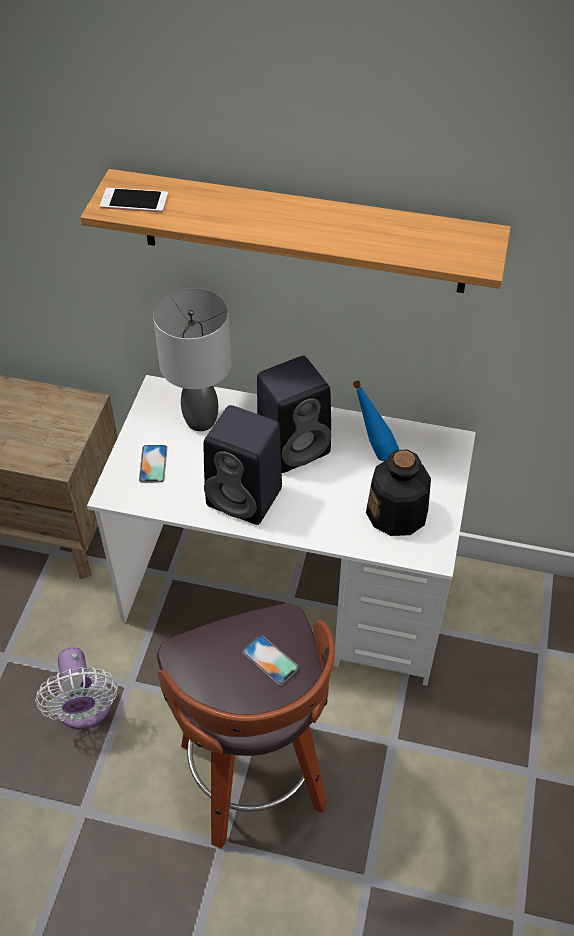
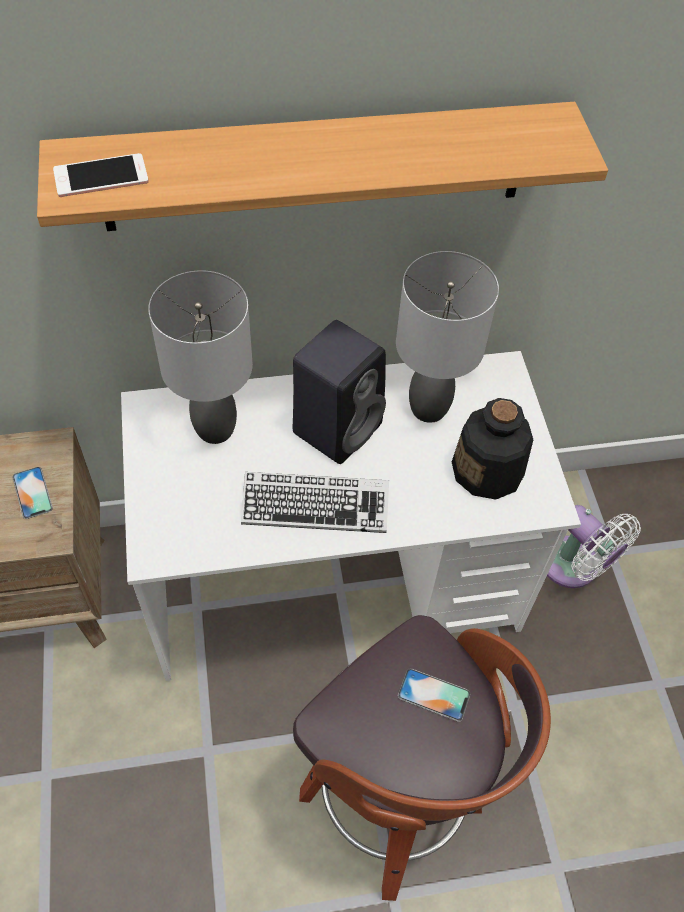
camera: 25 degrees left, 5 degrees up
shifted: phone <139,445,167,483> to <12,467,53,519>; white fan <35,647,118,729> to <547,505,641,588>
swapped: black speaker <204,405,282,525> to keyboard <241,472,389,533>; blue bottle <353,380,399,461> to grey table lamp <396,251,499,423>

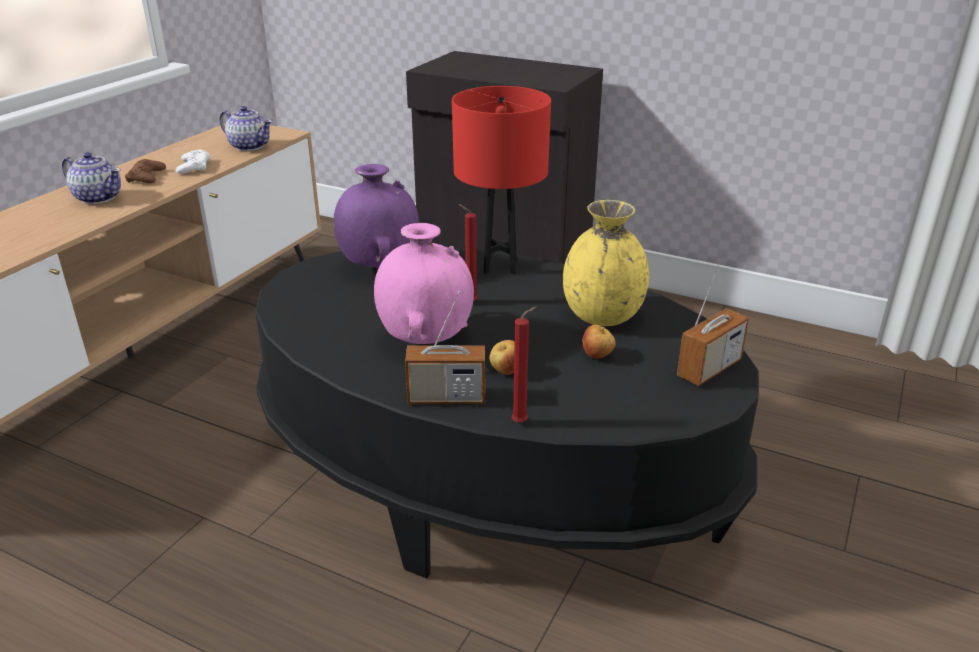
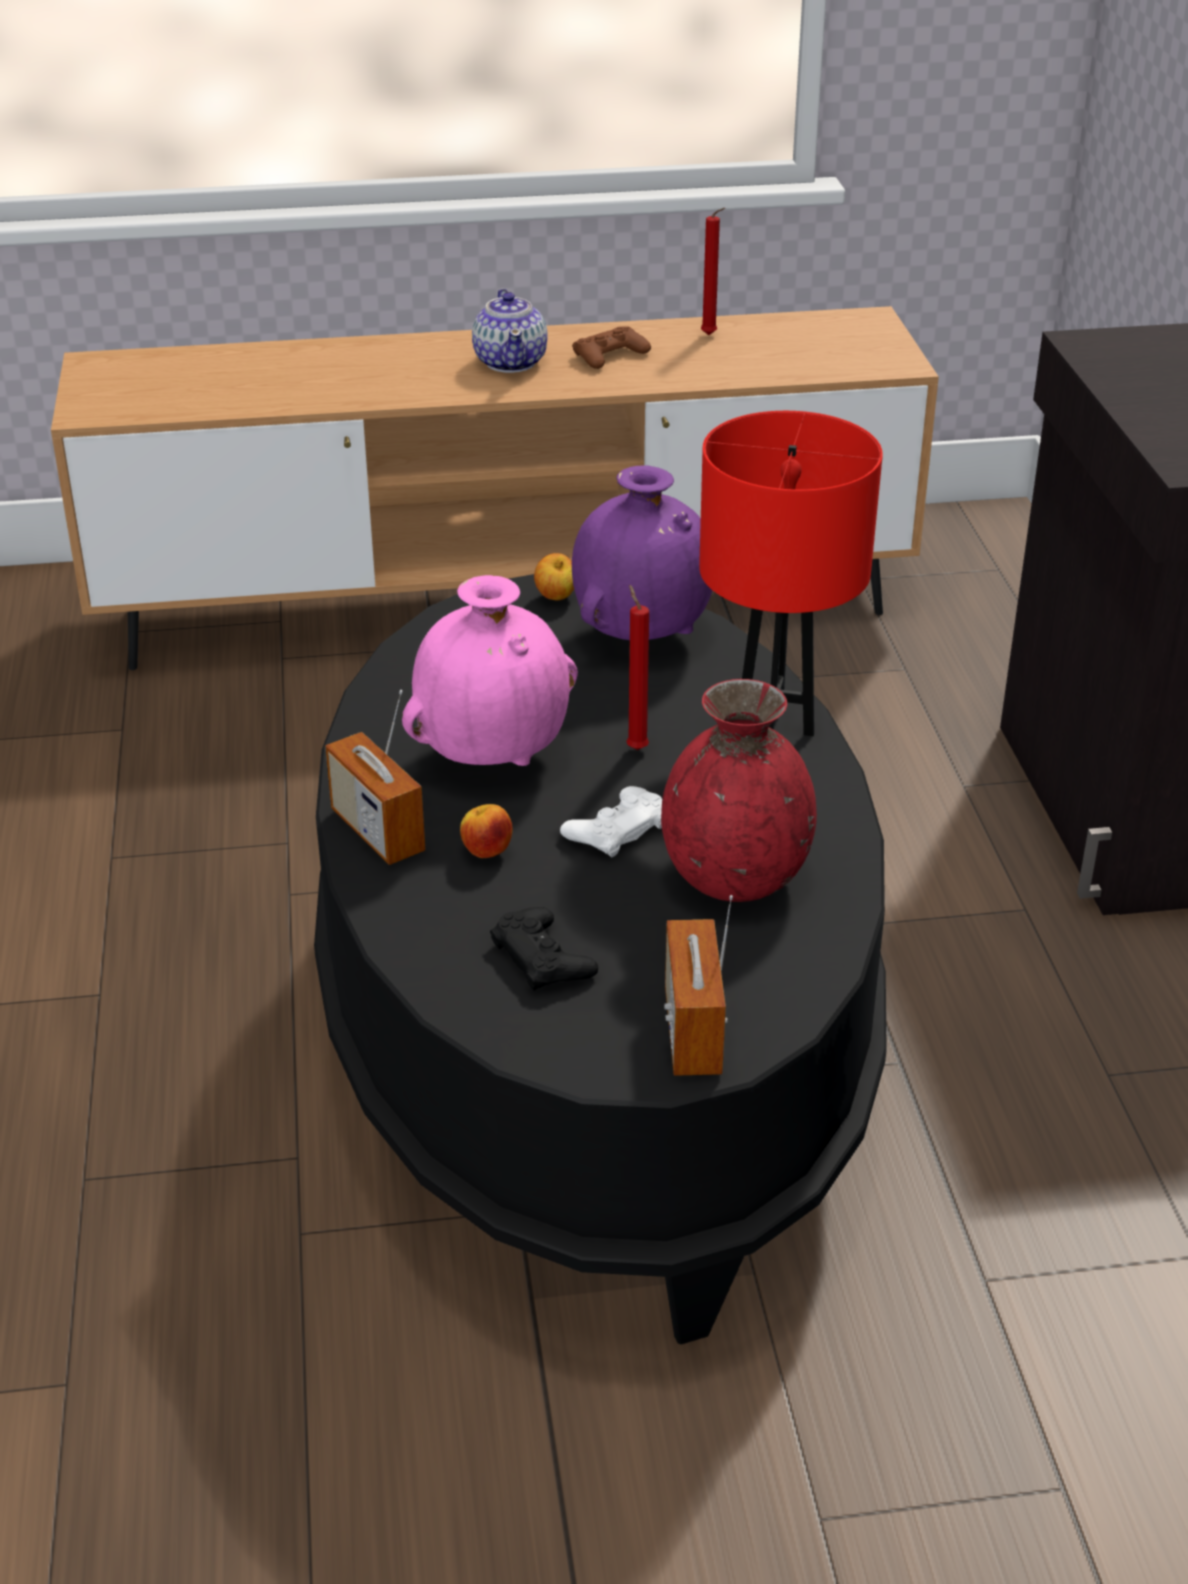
camera: 55 degrees right, 5 degrees up
gone: teapot <219,106,272,151>
new: black game controller <490,907,598,991>
shifted: apple <582,325,616,358> to <534,553,574,601>; white game controller <176,150,210,174> to <560,786,662,857>; red candle <512,307,536,423> to <701,208,725,335>
repainted: yellow vase <563,200,649,326> to red vase <661,679,817,902>
rotated: radio <677,264,749,386> = <664,895,733,1075> 75 degrees clockwise

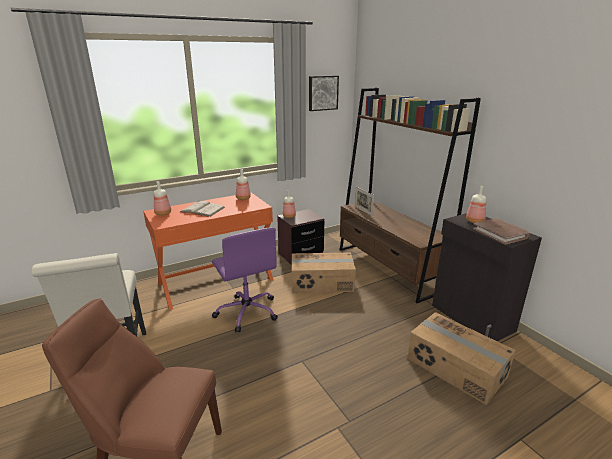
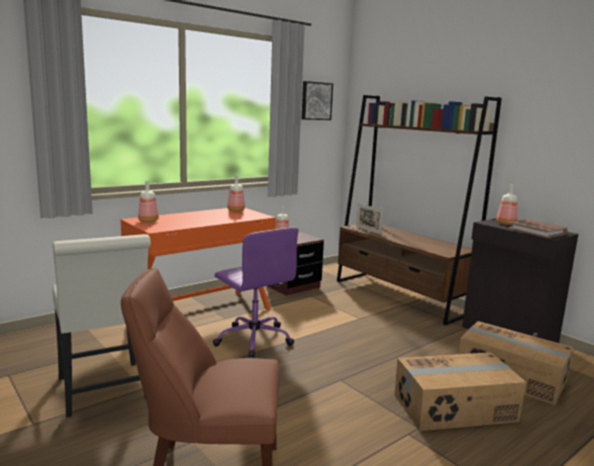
camera: 10 degrees left, 10 degrees down
gone: white book <180,200,225,217>
shifted: cardboard box <292,253,356,293> to <395,352,526,431>

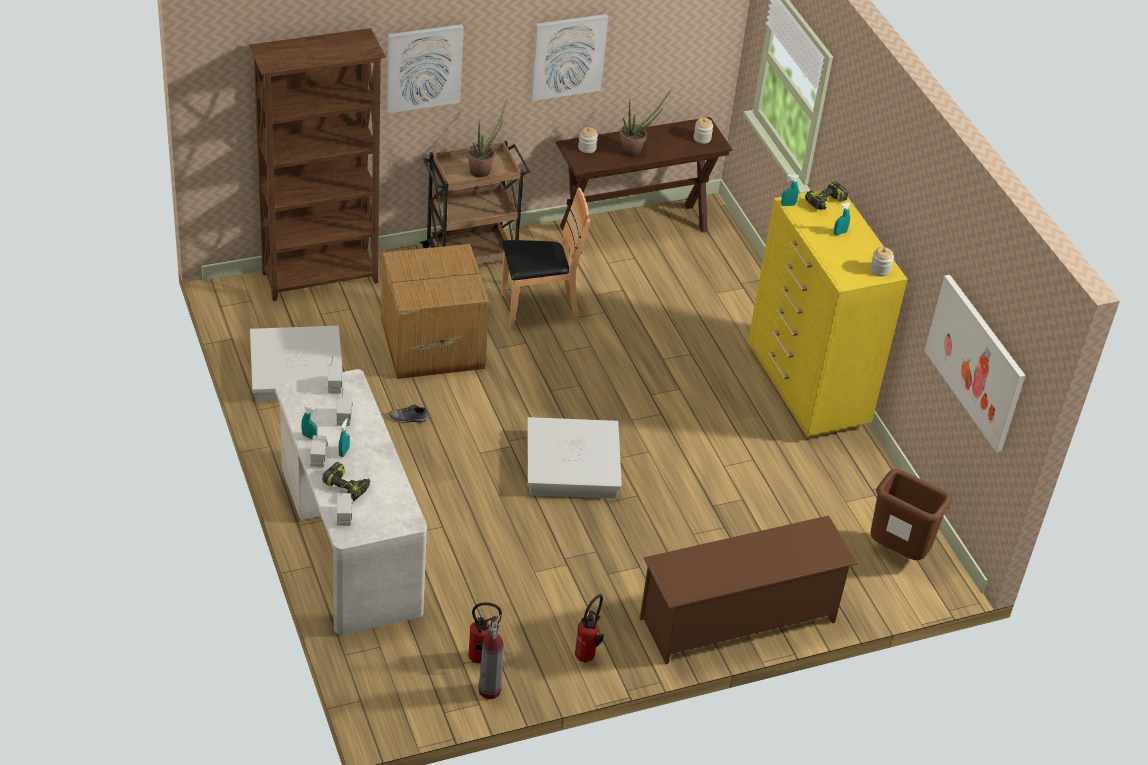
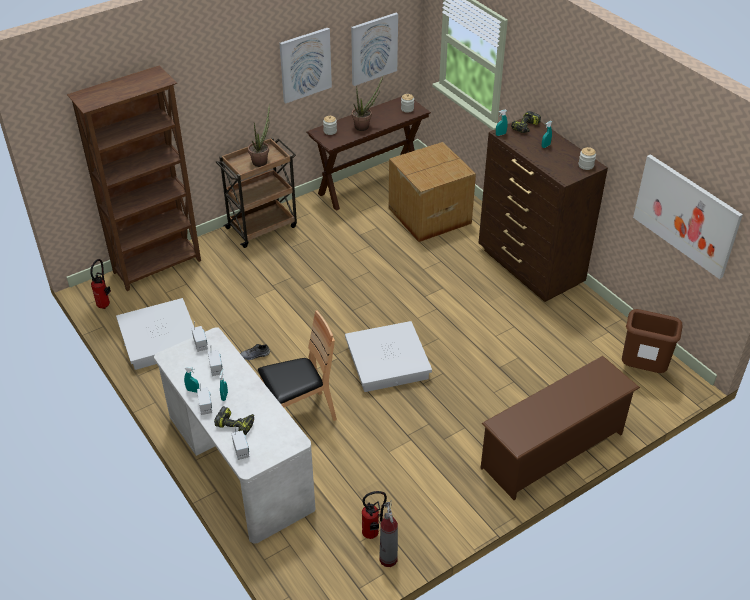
camera: 10 degrees left, 0 degrees up
shifted: fire extinguisher <575,594,604,663> to <90,259,111,309>; brown chair <501,187,590,330> to <258,310,337,421>; picture <387,24,464,113> to <351,13,398,86>; cardboard box <381,244,489,379> to <389,142,476,242>
repainted: yellow dresser <748,189,907,438> to brown dresser <479,118,608,302>

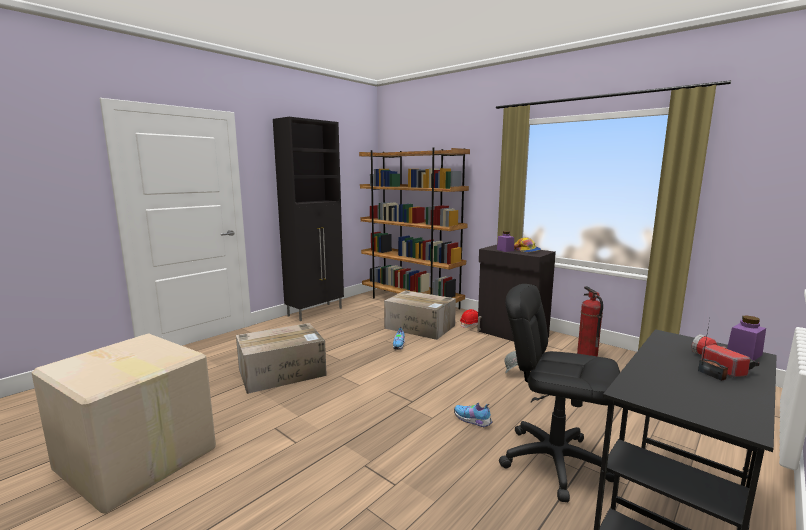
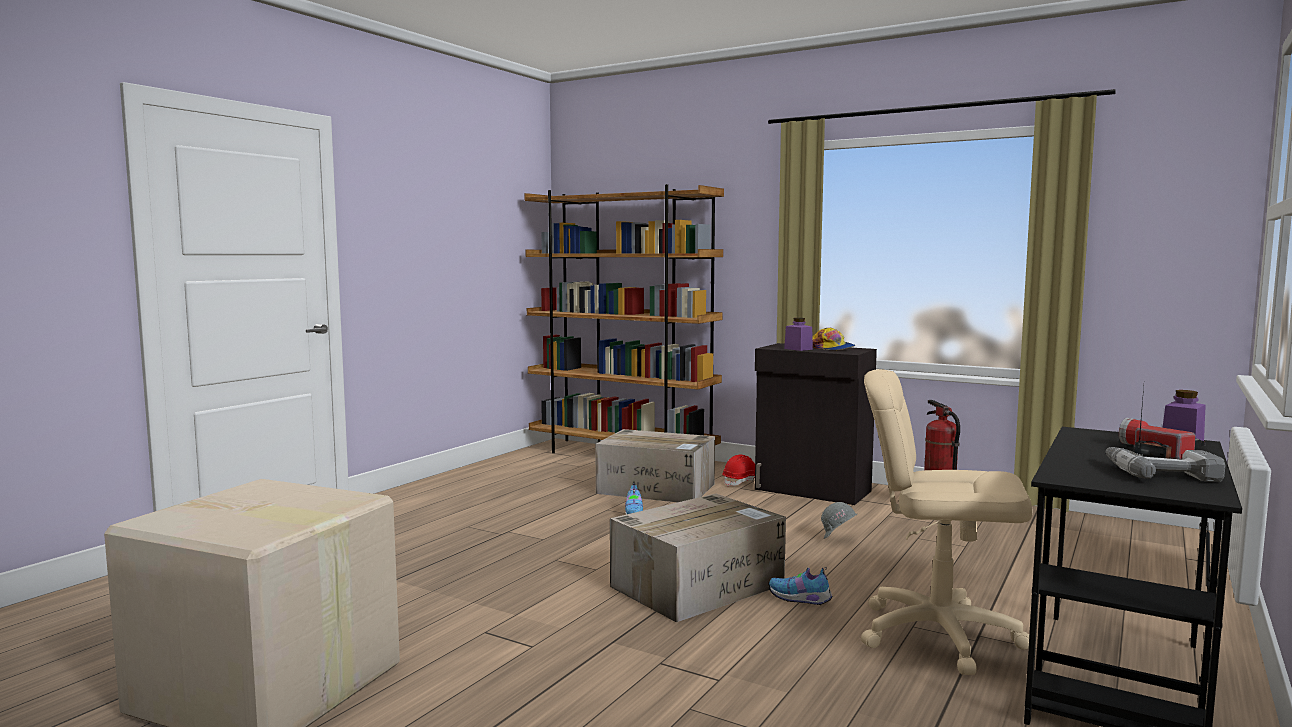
camera: 10 degrees left, 5 degrees down
gone: black cabinet <273,117,344,321>
new: power drill <1106,447,1225,482>
shifted: cardboard box <236,323,327,394> to <610,494,786,622>
repainted: black office chair <499,284,620,502> to beige office chair <861,369,1032,675>

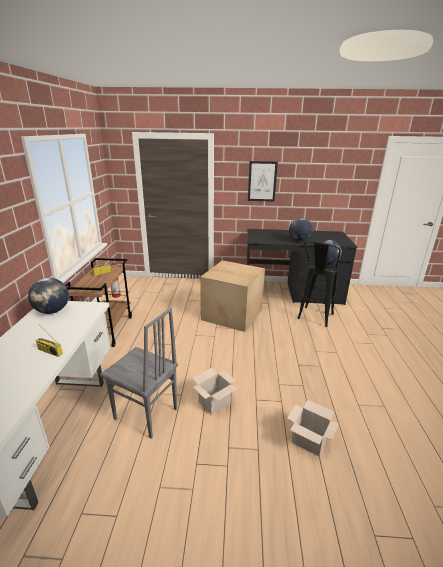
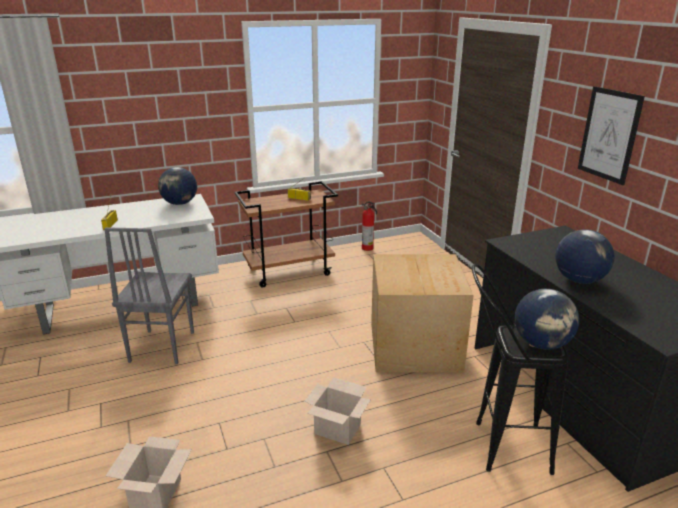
camera: 65 degrees right, 0 degrees up
shifted: cardboard box <193,368,238,415> to <304,377,371,445>

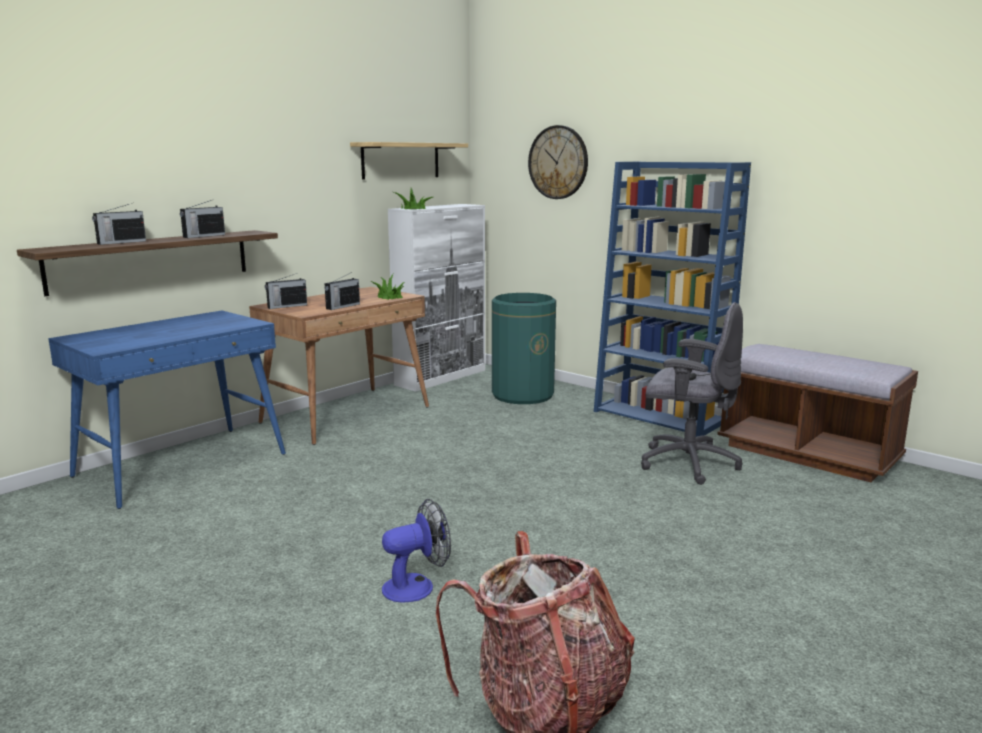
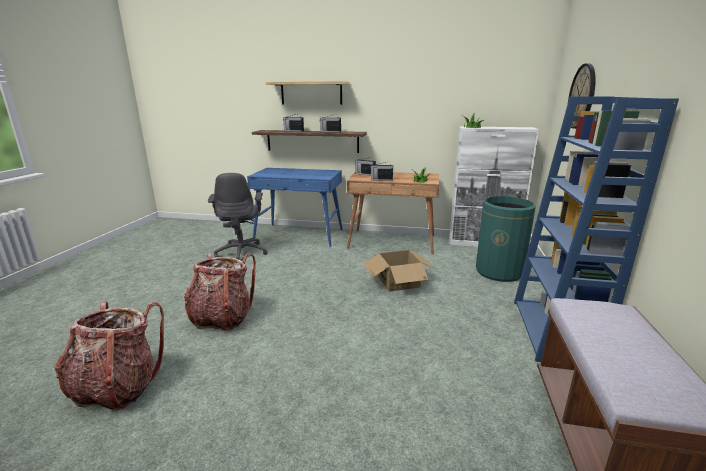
camera: 60 degrees right, 5 degrees up
new: cardboard box <363,250,437,292>
shifted: grey office chair <641,302,743,485> to <208,173,268,261>; shelf <350,142,468,180> to <266,81,350,105>
swapped: fan <382,499,451,603> to backpack <184,253,256,331>

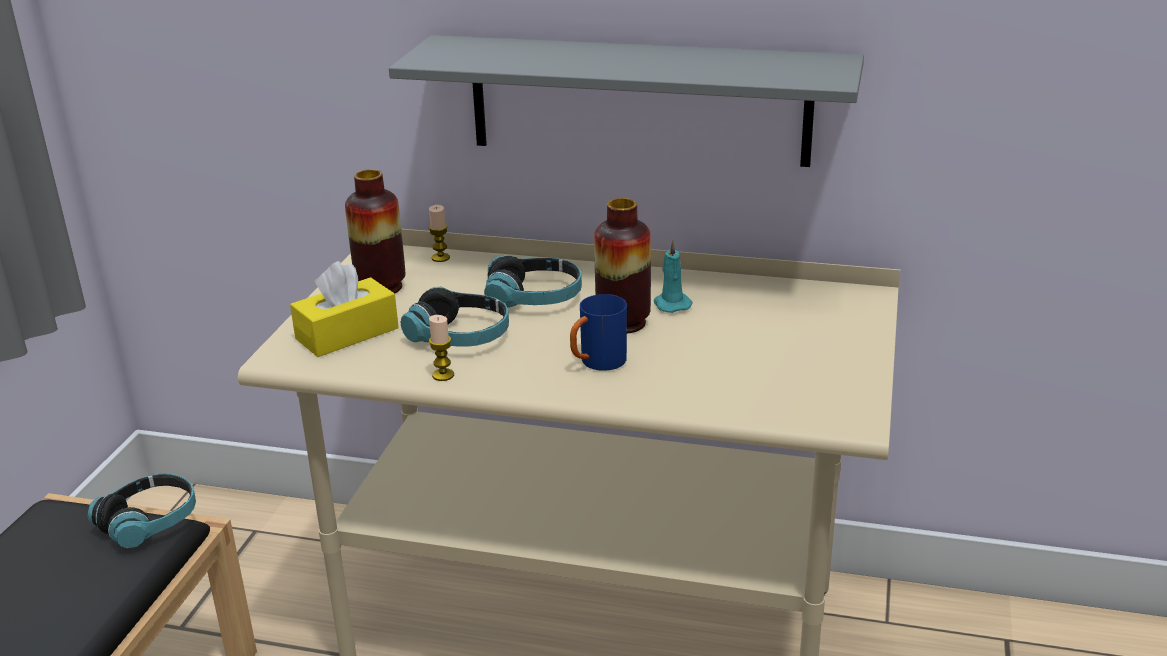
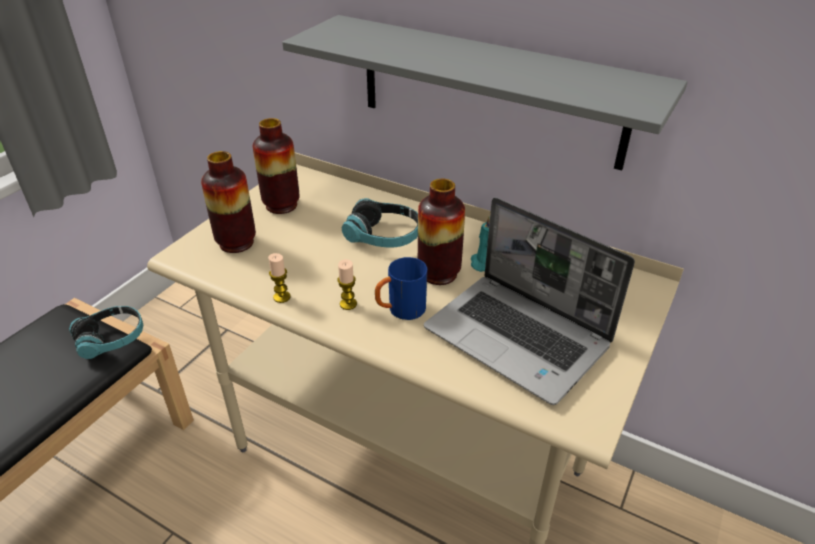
camera: 15 degrees right, 10 degrees up
gone: headphones <400,287,509,347>
new: laptop <424,197,635,405>
shifted: candle <429,205,450,262> to <338,259,357,310>
swapped: yellow tissue box <290,261,399,357> to vase <201,151,256,253>

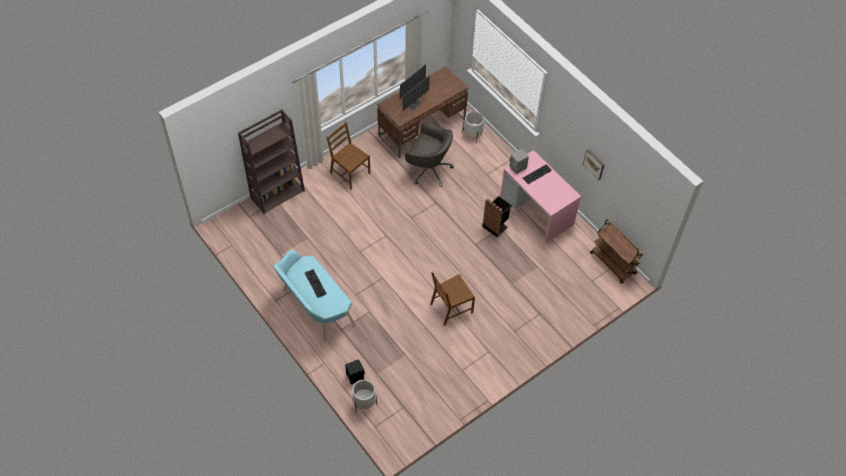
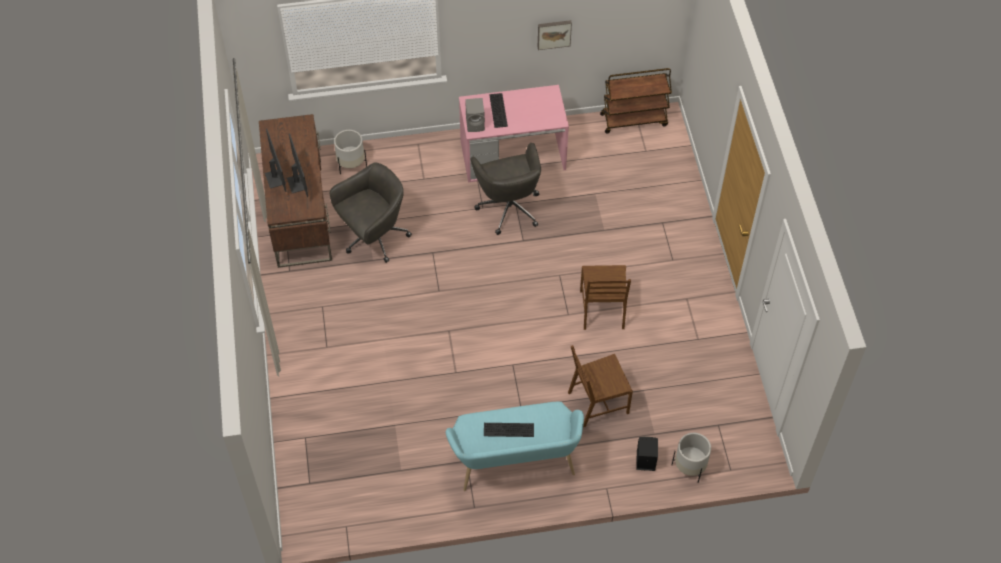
camera: 60 degrees left, 0 degrees up
gone: brown bookcase <238,109,305,215>
shifted: brown chair <327,122,370,190> to <568,345,633,427>
swapped: black trash can <482,196,512,237> to grey office chair <471,143,541,235>

